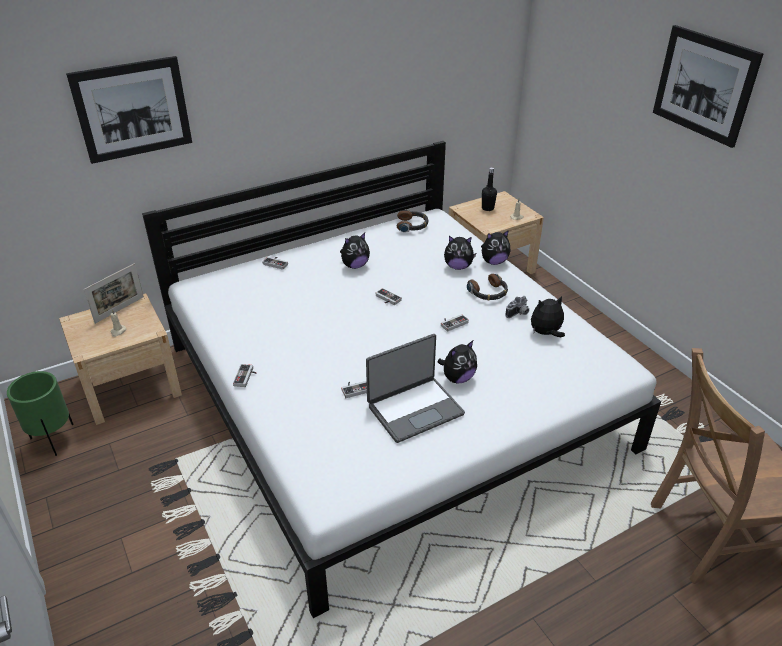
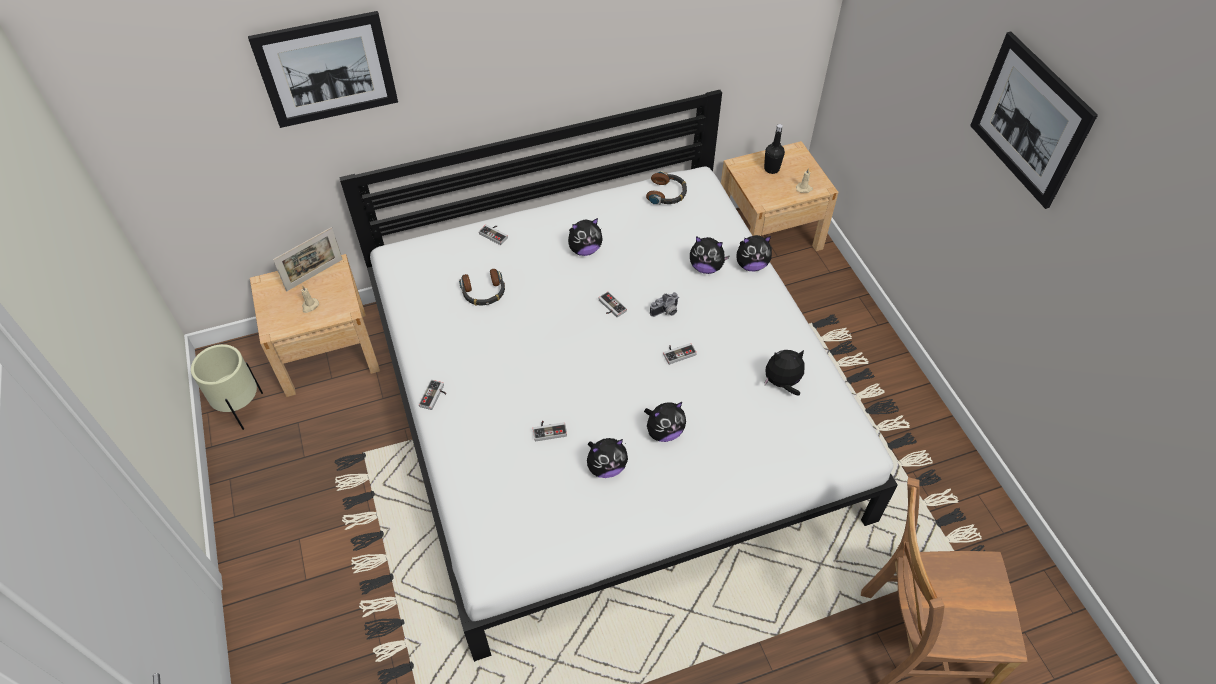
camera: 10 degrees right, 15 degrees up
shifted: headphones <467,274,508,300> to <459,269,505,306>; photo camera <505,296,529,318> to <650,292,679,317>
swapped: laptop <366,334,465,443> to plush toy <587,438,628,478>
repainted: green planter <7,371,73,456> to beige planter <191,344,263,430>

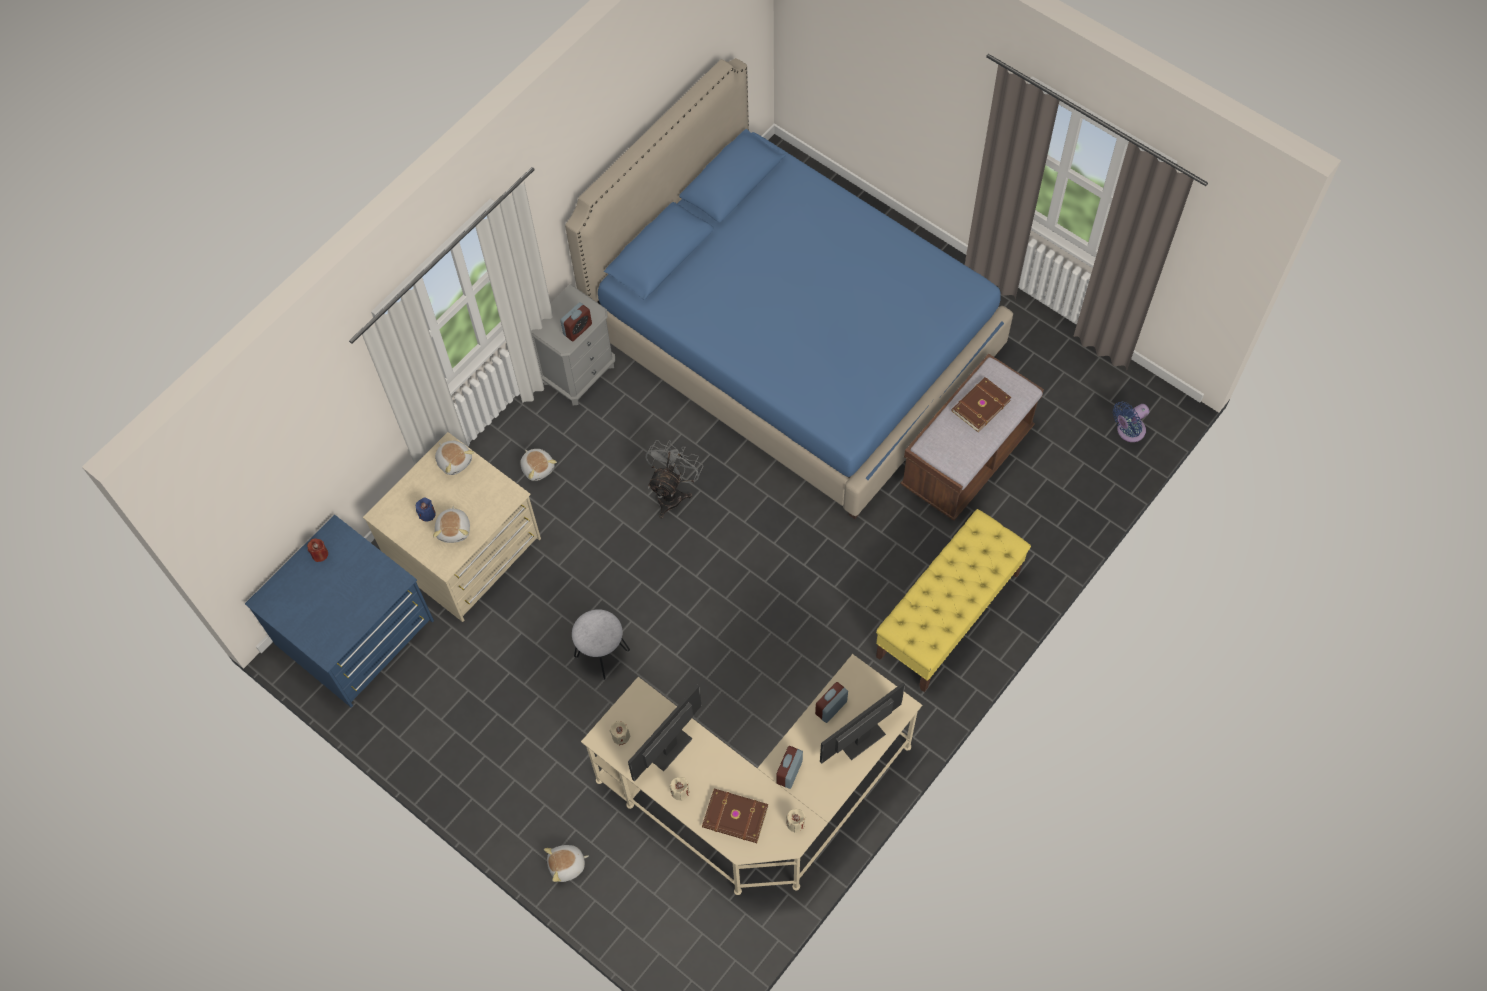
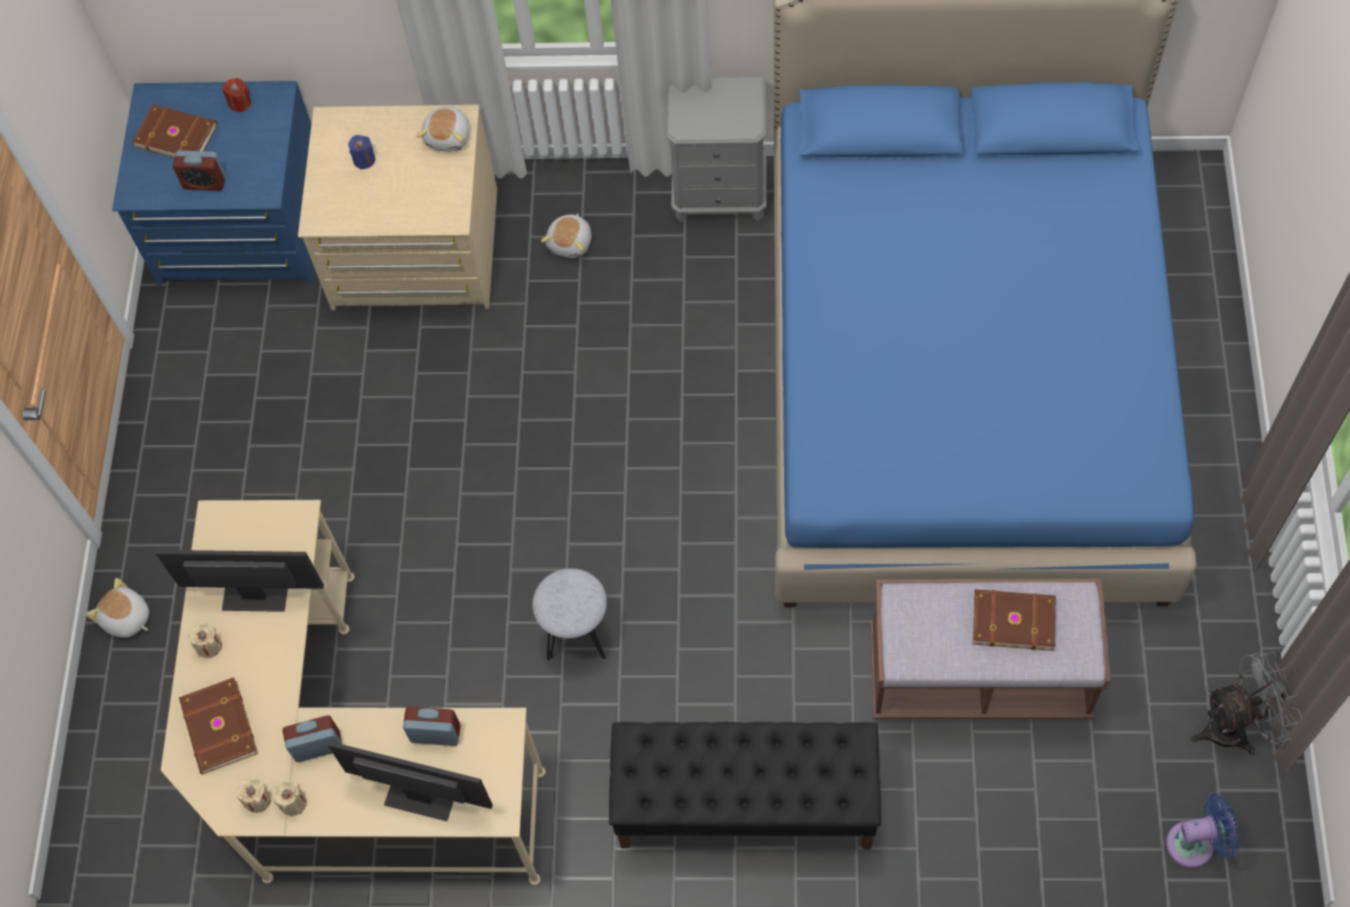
camera: 55 degrees right, 0 degrees up
gone: plush toy <433,506,470,543>
new: brown book <132,104,218,158>
shifted: alarm clock <560,302,592,341> to <173,151,226,191>; beige candle <609,721,631,746> to <273,780,307,816>; grey stool <572,609,630,680> to <532,568,607,662>; grey fan <645,440,703,518> to <1191,652,1302,755>
repainted: yellow bench <876,509,1031,692> to black bench <609,722,881,850>
rotated: blue fan <1113,402,1149,442> = <1166,794,1240,868> 150 degrees clockwise

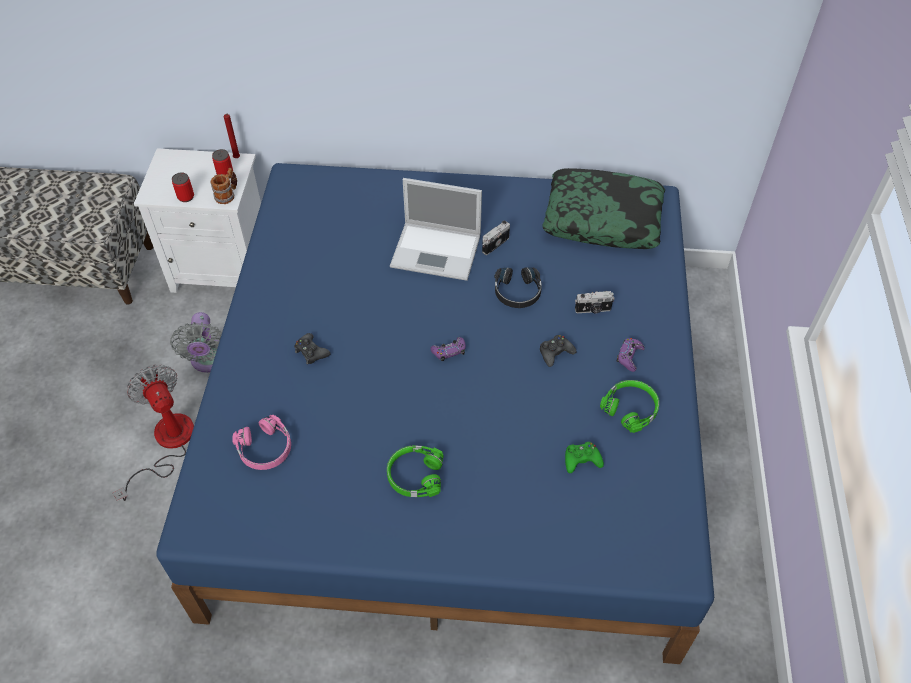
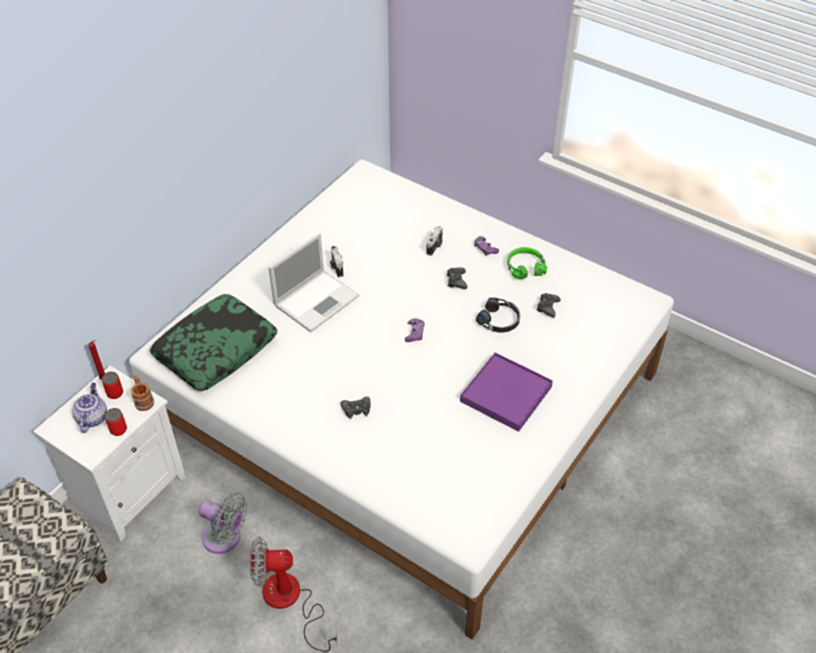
camera: 60 degrees left, 5 degrees down
gone: pink headphones <233,415,291,470>
new: teapot <72,383,107,433>
shifted: pillow <542,168,665,249> to <149,294,278,391>; black headphones <494,267,542,308> to <476,298,520,332>
swapped: green headphones <387,445,443,497> to purple tray <460,352,553,432>
repainted: blue bed <156,163,714,664> to white bed <129,159,674,639>; green game controller <565,442,604,473> to black game controller <536,293,561,317>

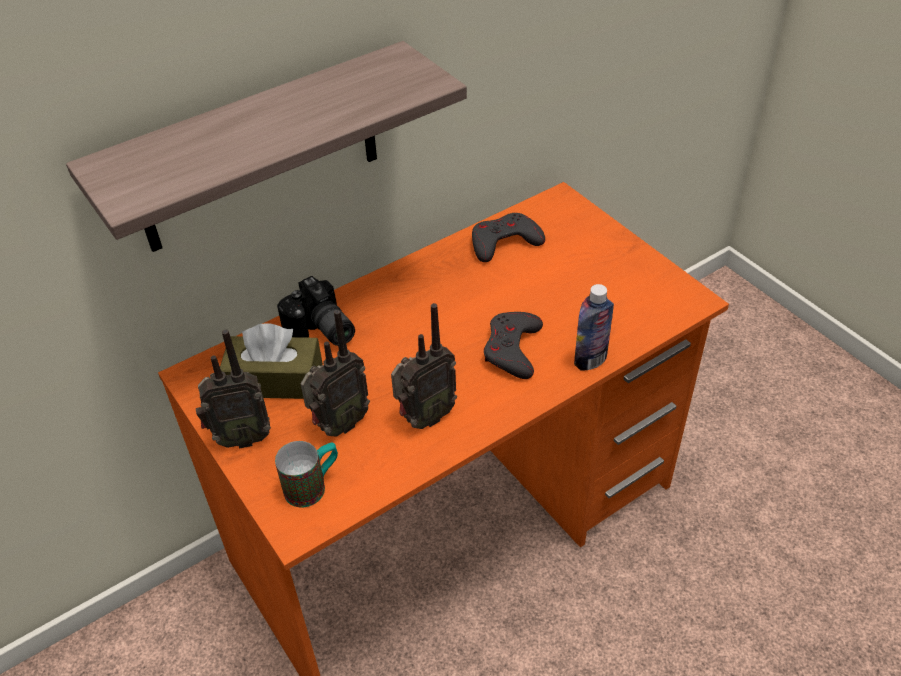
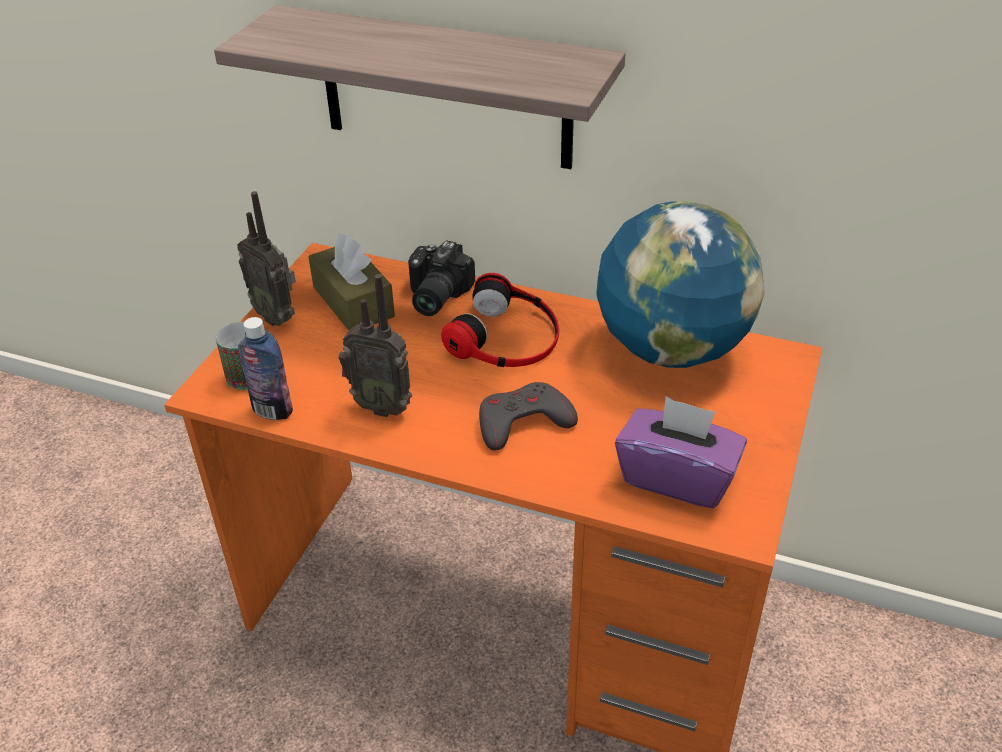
camera: 55 degrees right, 5 degrees down
gone: radio <301,310,370,437>
new: headphones <441,273,559,367>; purple tissue box <615,396,747,509>
shifted: bottle <574,284,614,371> to <238,317,293,420>
swapped: grey game controller <472,213,545,262> to globe <596,201,765,368>

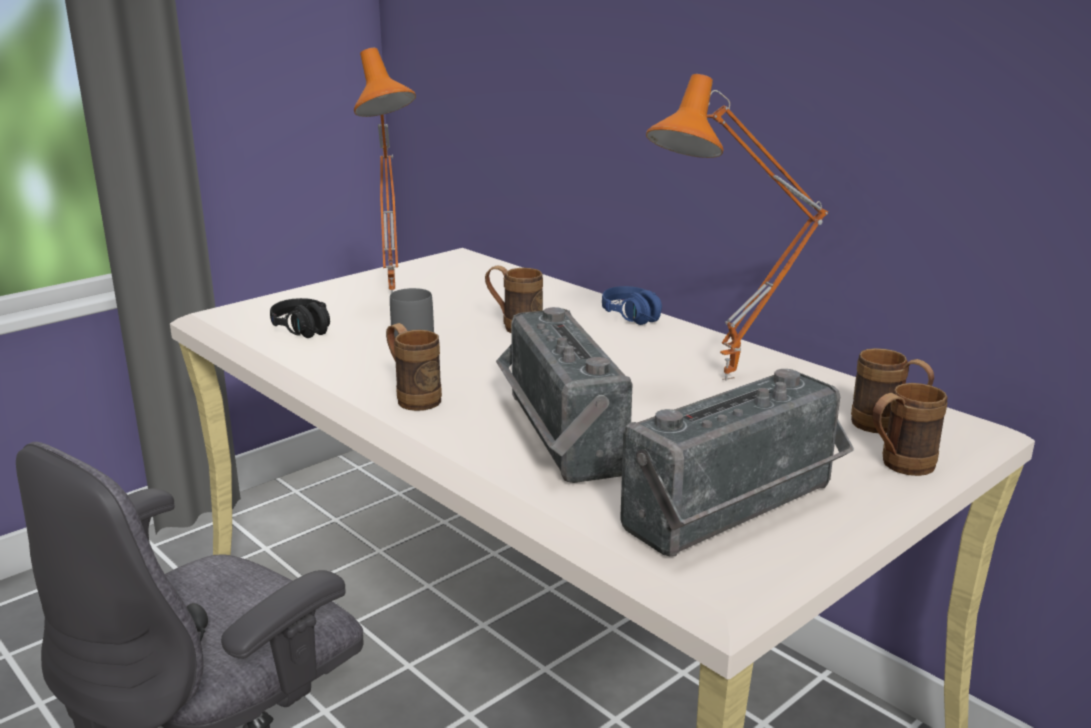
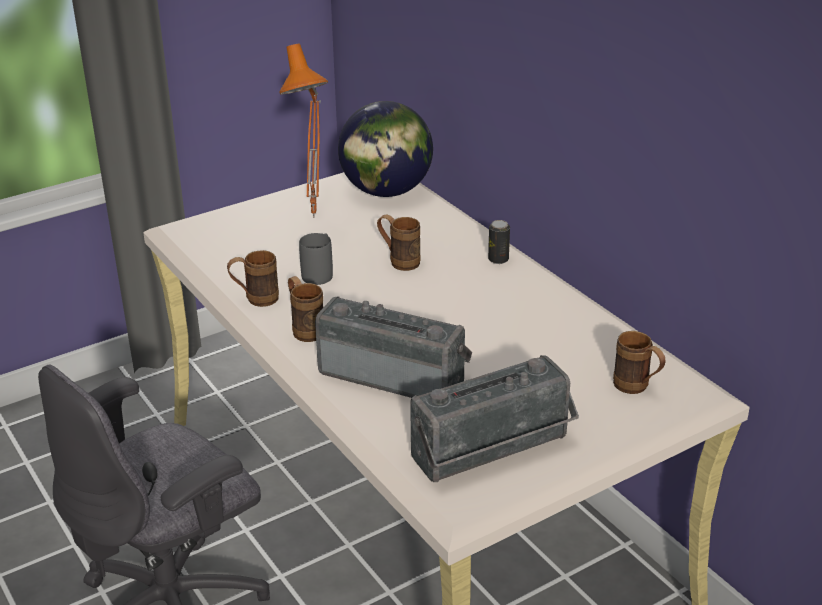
camera: 10 degrees right, 10 degrees up
gone: black headphones <270,298,330,338>; orange table lamp <646,74,828,381>
new: globe <338,101,433,197>
shifted: brown mug <872,383,947,476> to <227,250,279,307>
swapped: blue headphones <602,286,662,325> to can <488,220,510,264>
rotated: radio <496,307,632,483> = <315,296,472,398> 120 degrees clockwise

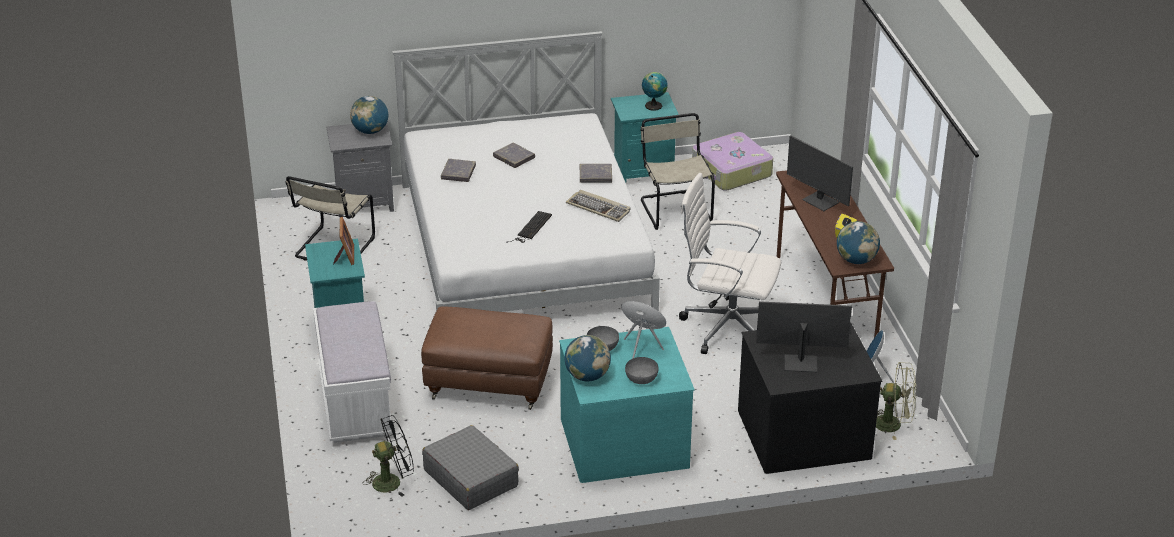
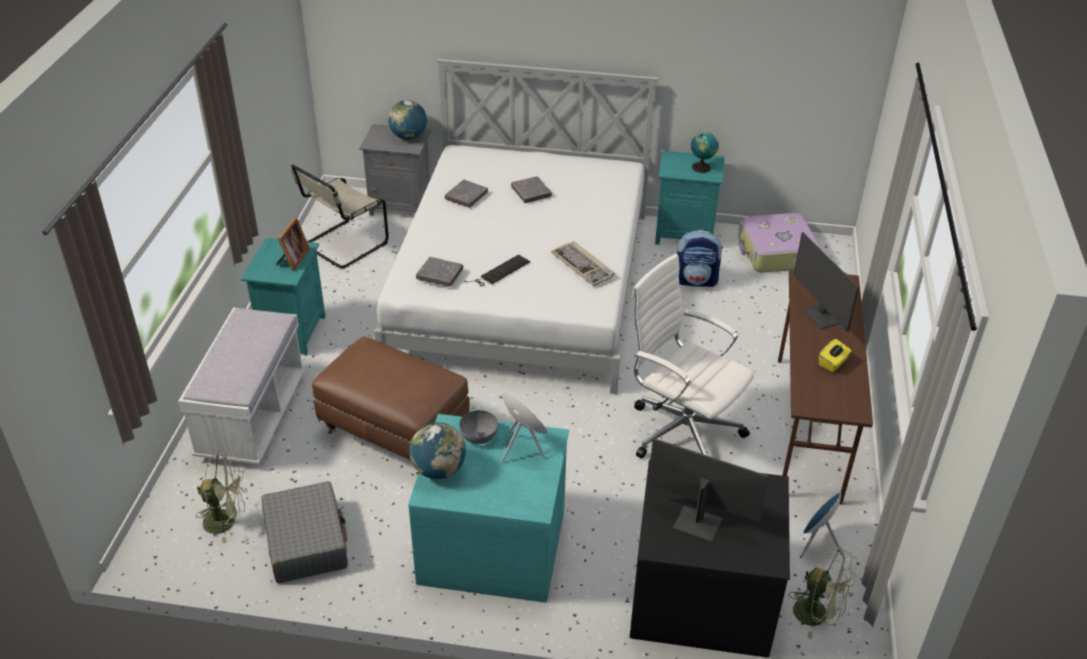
camera: 20 degrees right, 5 degrees up
gone: grey bowl <625,357,658,384>; globe <837,221,880,264>
shifted: grey book <580,164,612,183> to <416,257,463,287>
swapped: beige chair <640,113,715,230> to backpack <677,230,723,287>
repainted: black fan <363,415,414,497> to green fan <196,453,247,544>

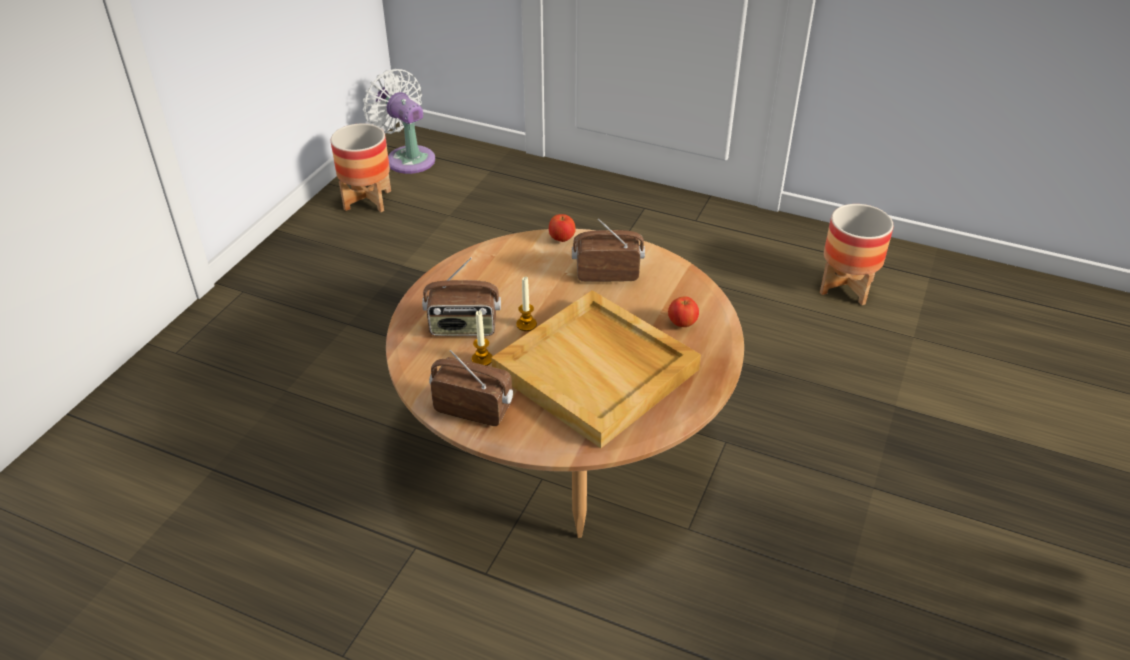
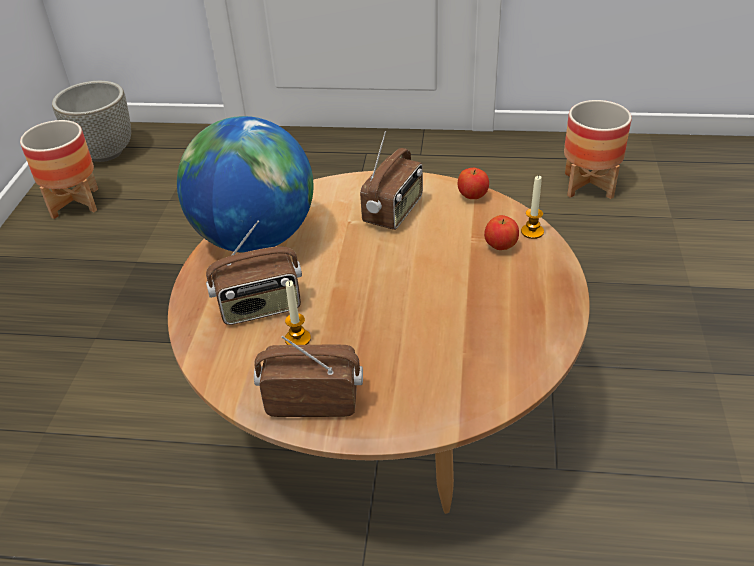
camera: 15 degrees left, 0 degrees up
gone: beige tray <491,290,701,448>
new: globe <177,116,313,253>
shifted: apple <549,214,576,242> to <458,168,489,199>; candle <516,277,537,331> to <521,175,544,239>
swapped: white fan <363,69,435,174> to grey planter <52,81,131,162>
rotated: radio <572,219,645,282> = <360,131,423,230> 135 degrees clockwise

